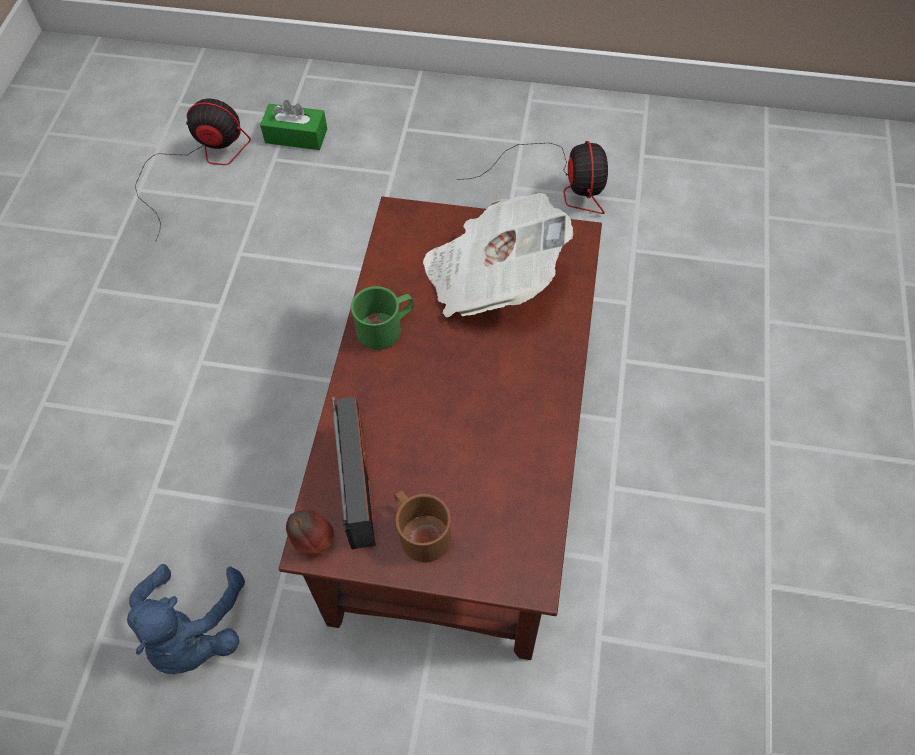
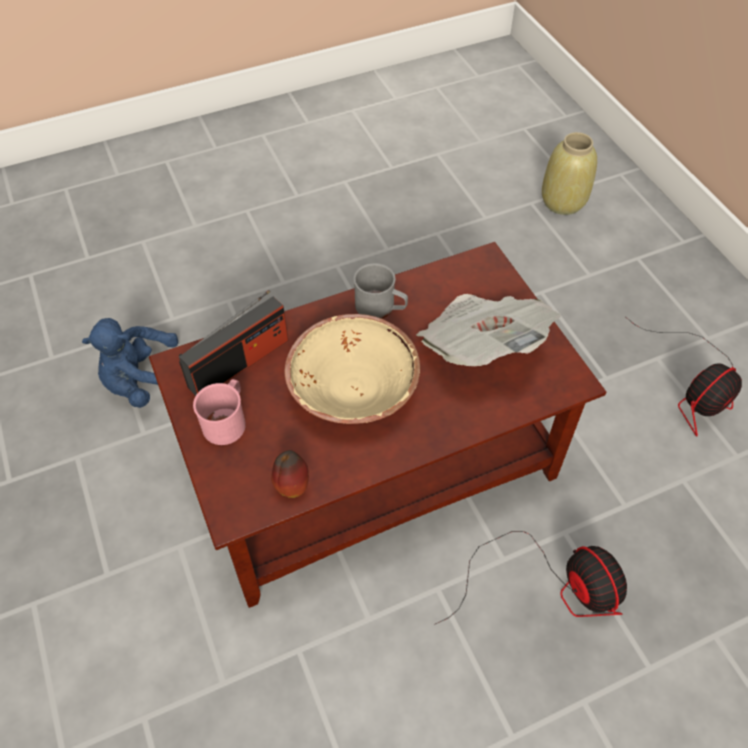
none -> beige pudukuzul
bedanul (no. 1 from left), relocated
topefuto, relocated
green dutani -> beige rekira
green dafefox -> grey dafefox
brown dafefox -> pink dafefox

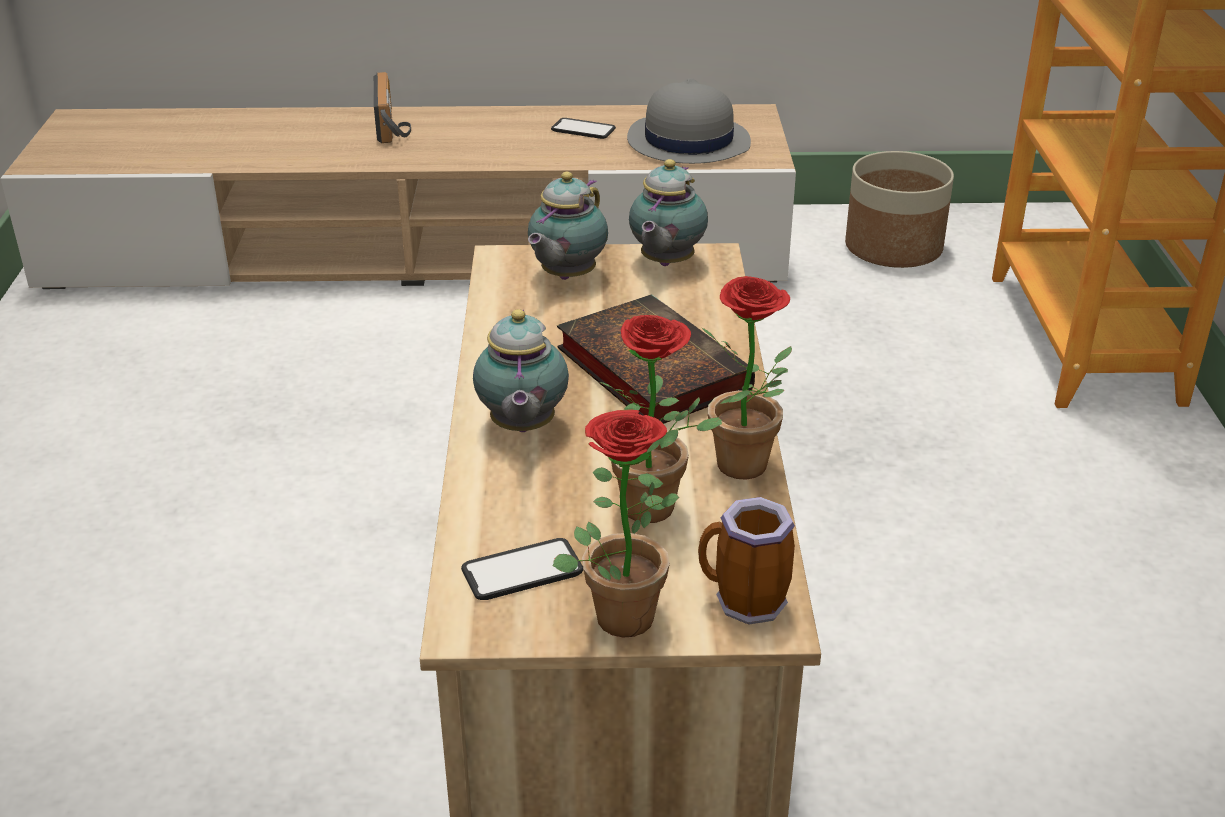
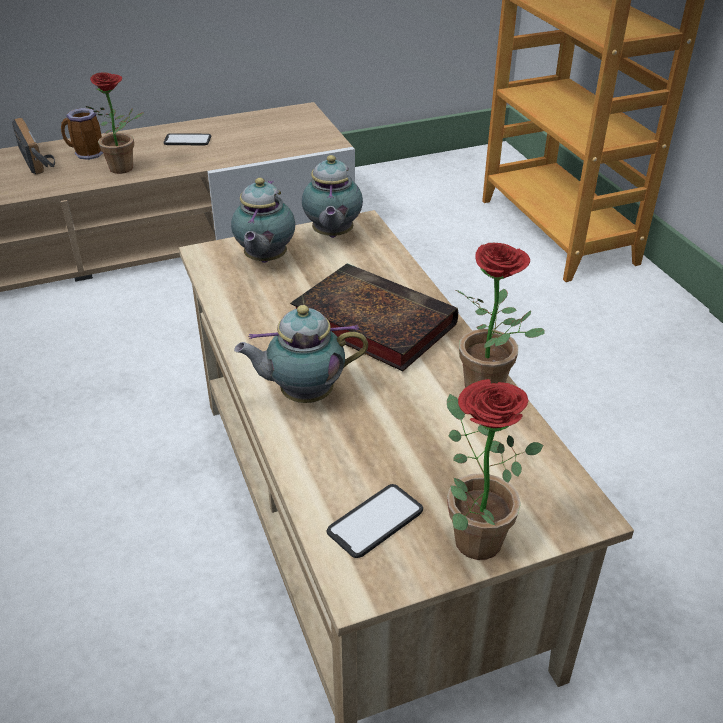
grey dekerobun -> none
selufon -> none
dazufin (no. 2 from left in the first image) -> dazufin (no. 1 from left), relocated
dafefox, relocated
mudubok (no. 1 from left in the first image) -> mudubok (no. 2 from left), 105 degrees clockwise

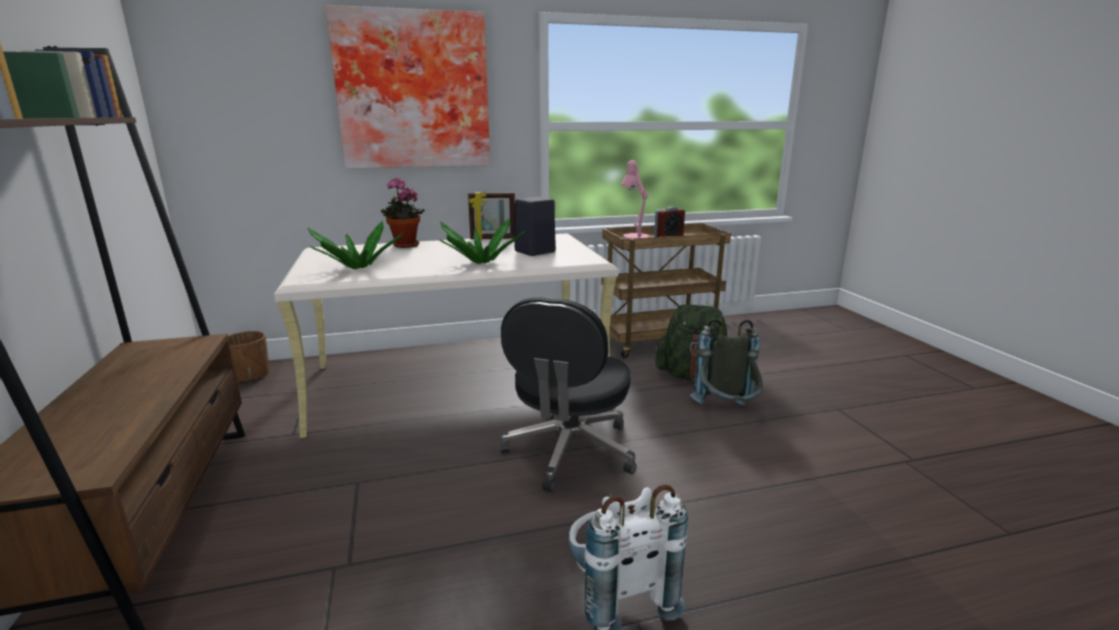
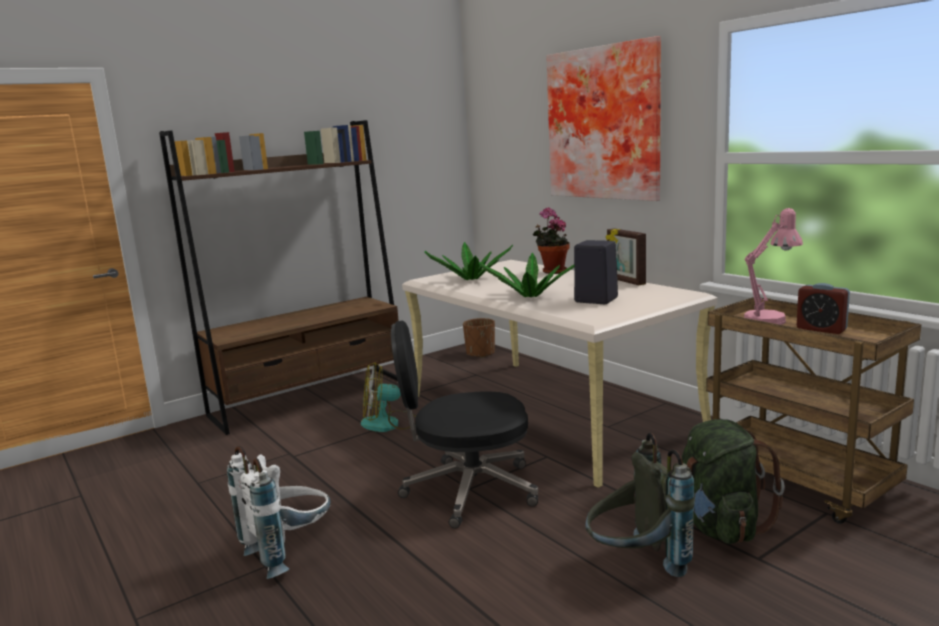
none -> bedanul

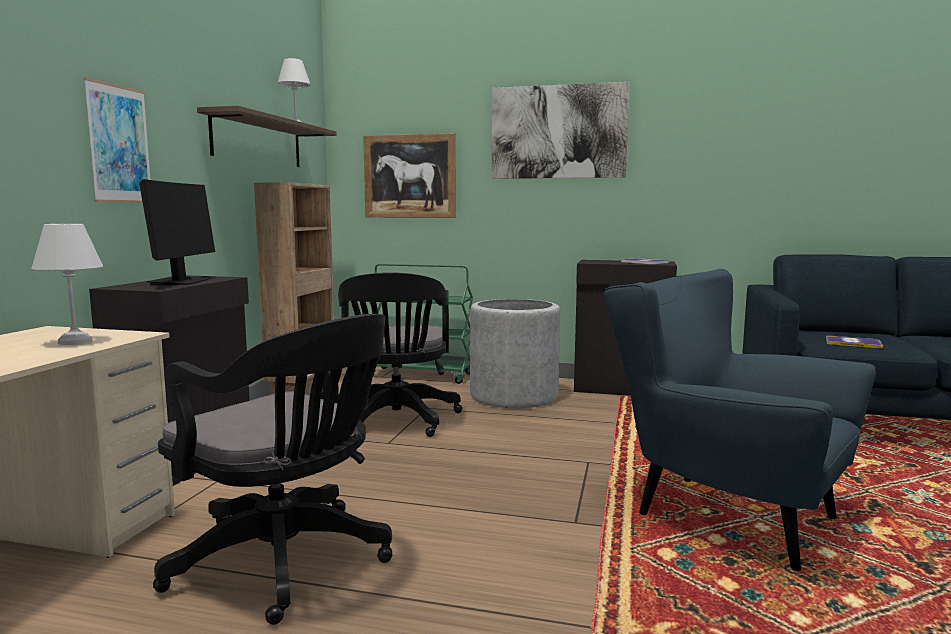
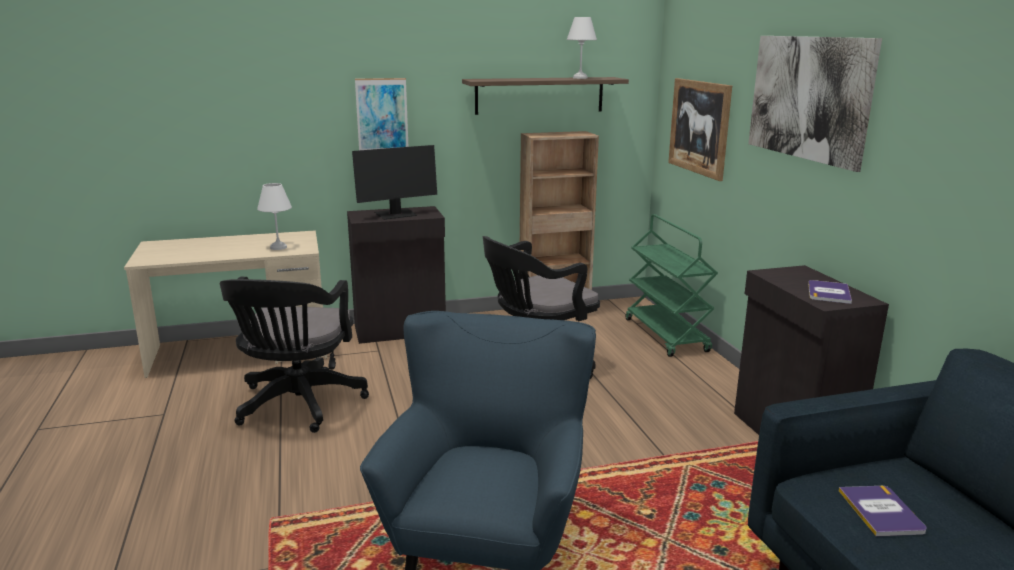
grey selufon -> none

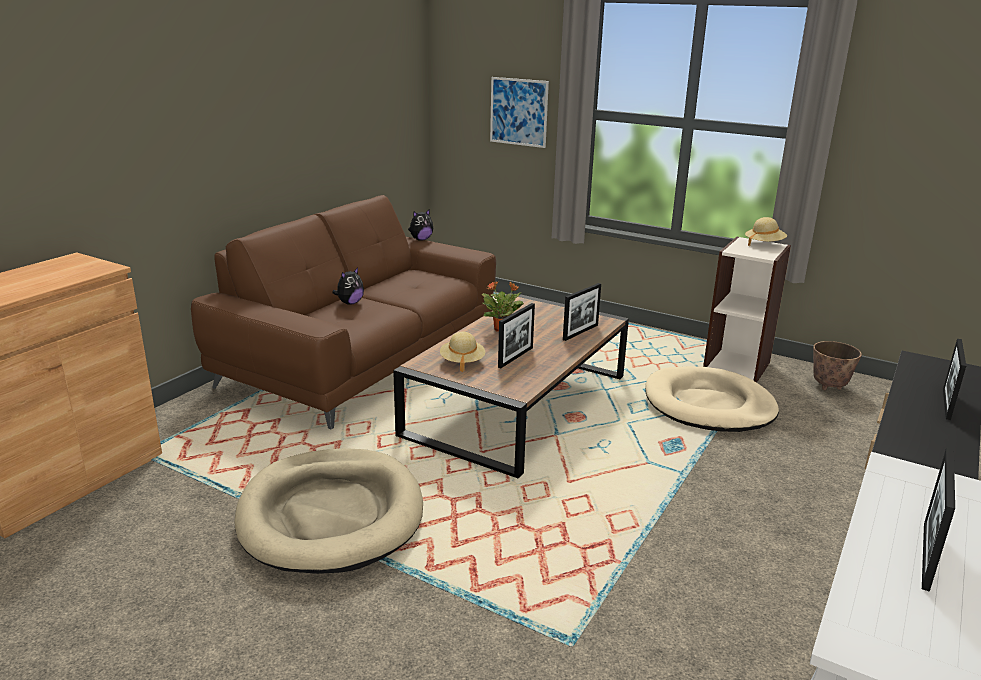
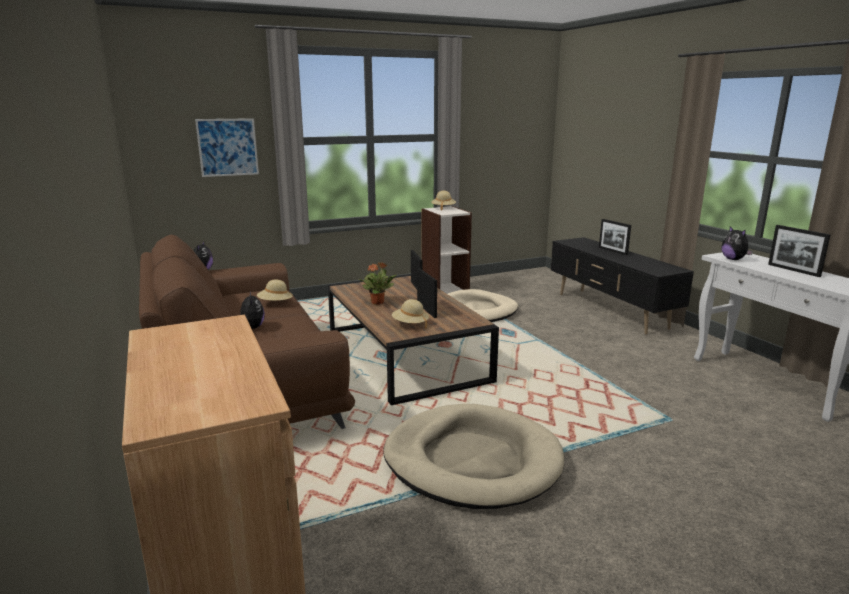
selufon -> none
none -> beige dekerobun (no. 1 from left)
none -> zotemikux (no. 3 from left)

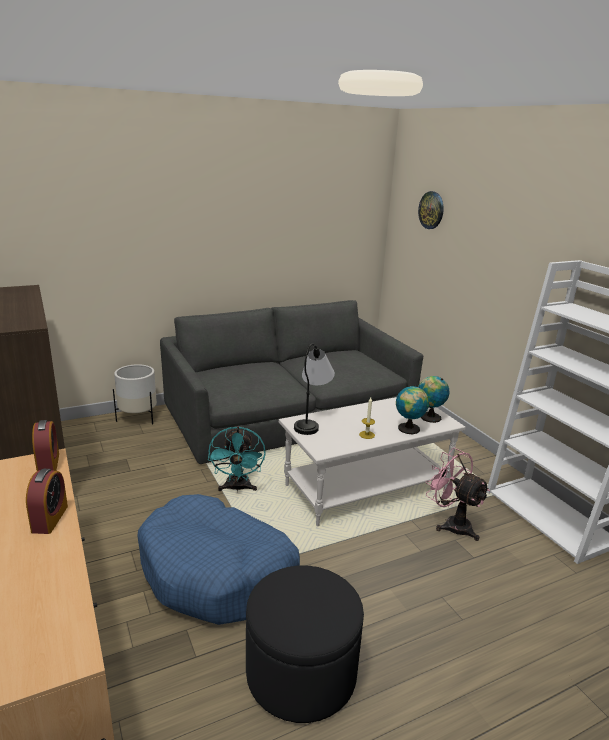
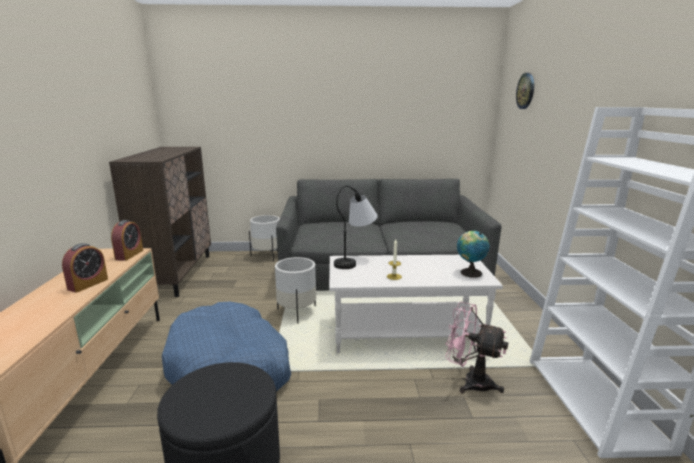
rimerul (no. 1 from left) -> none
turquoise bedanul -> white selufon (no. 2 from left)
pink bedanul, 45 degrees counterclockwise

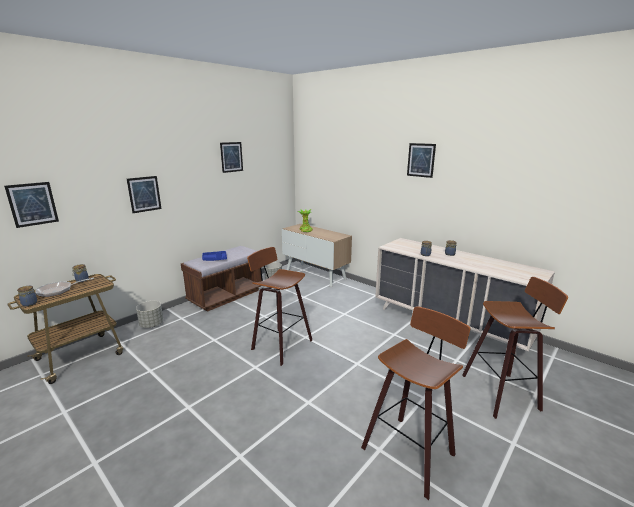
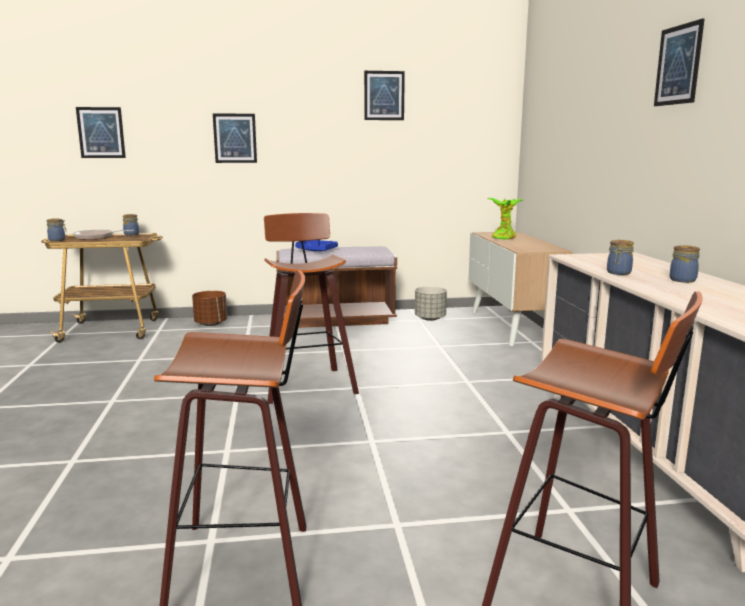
grey selufon (no. 1 from left) -> brown selufon

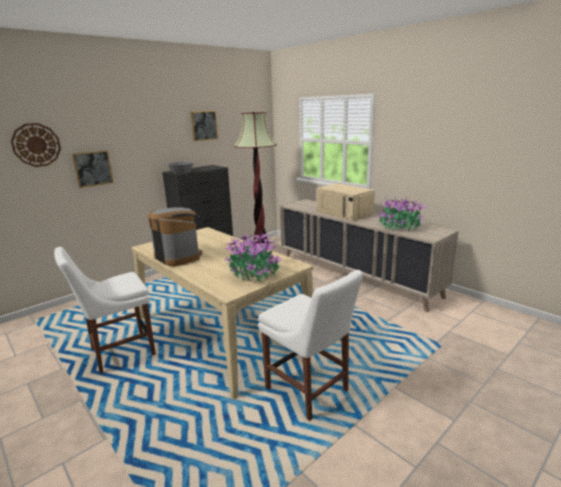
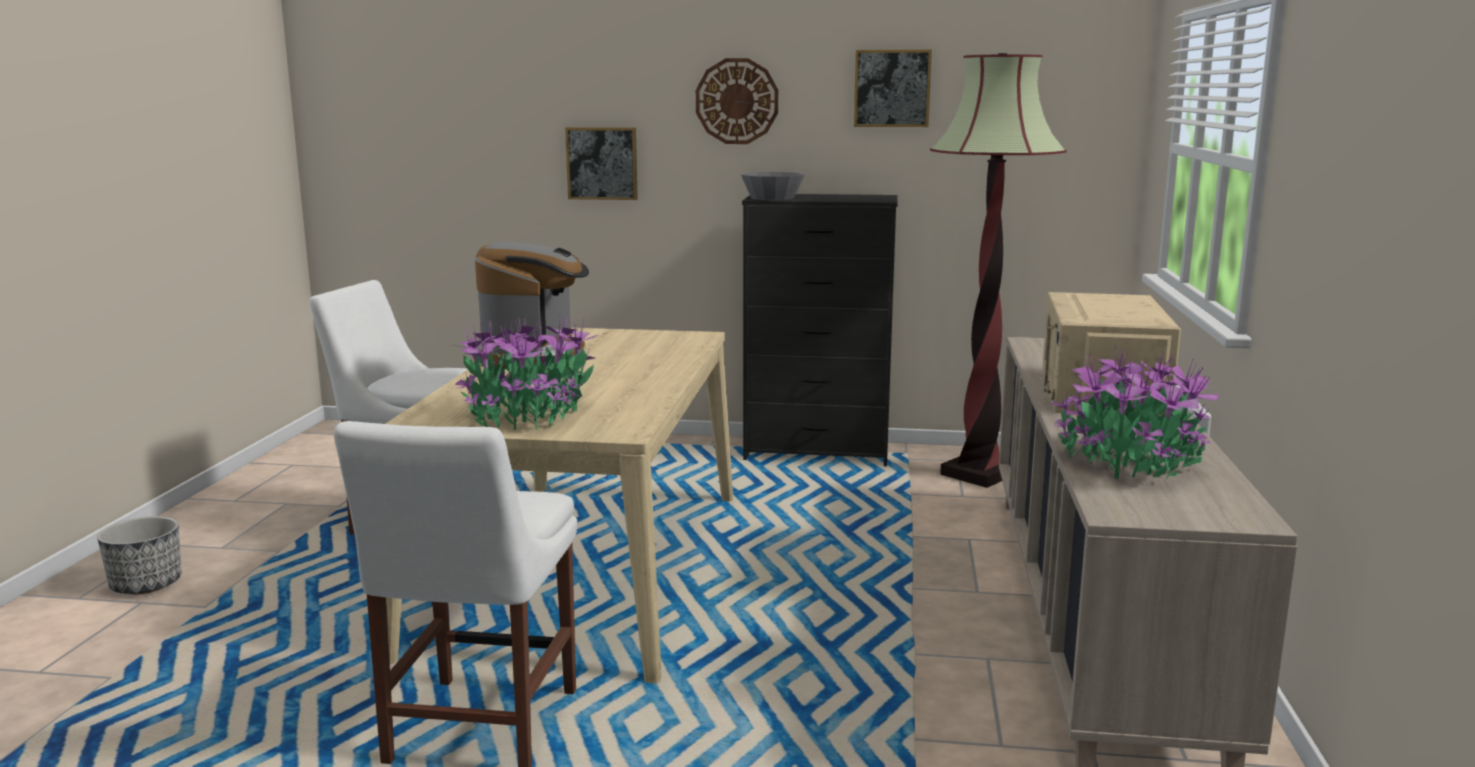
none -> selufon
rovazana, relocated

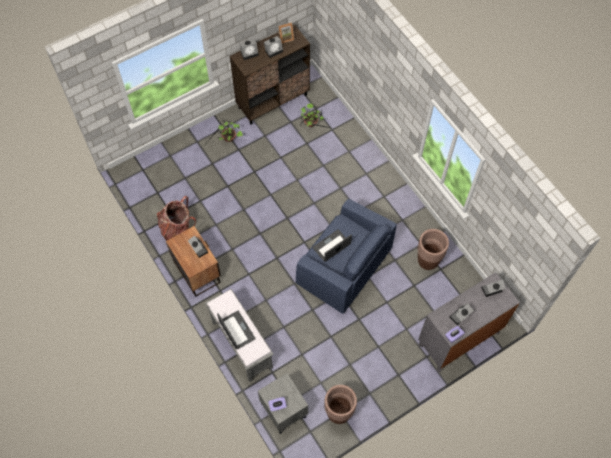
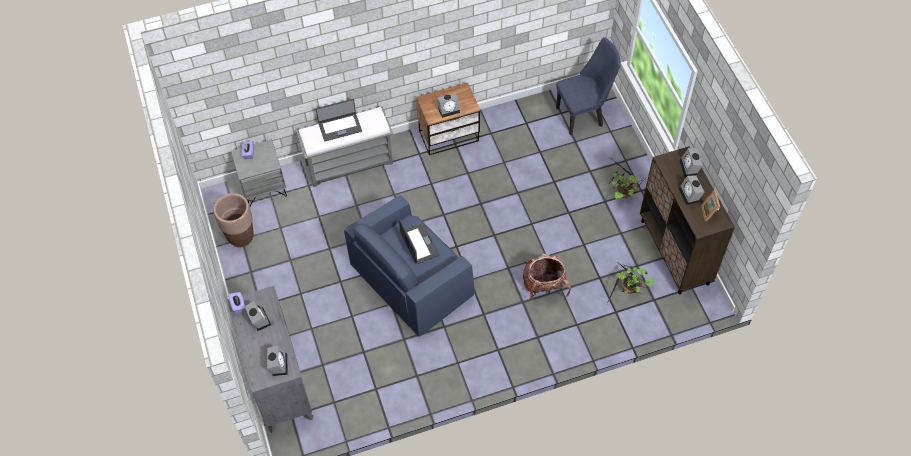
brown selufon (no. 2 from left) -> none
none -> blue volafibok
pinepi, relocated

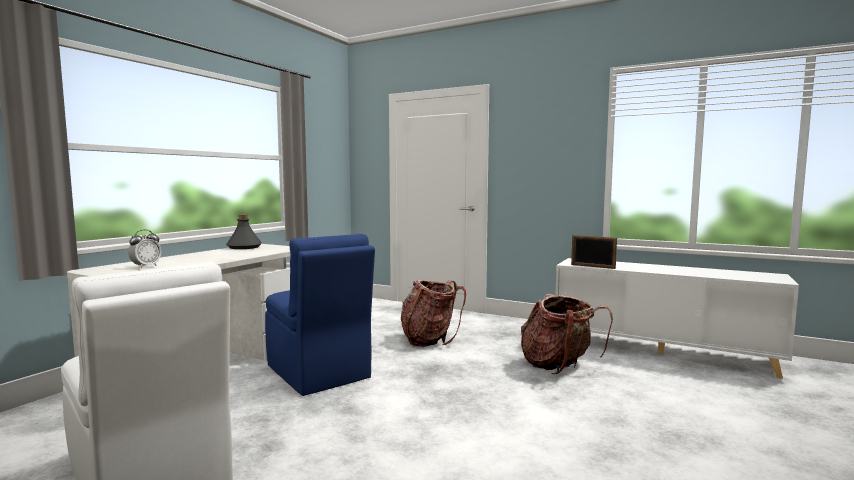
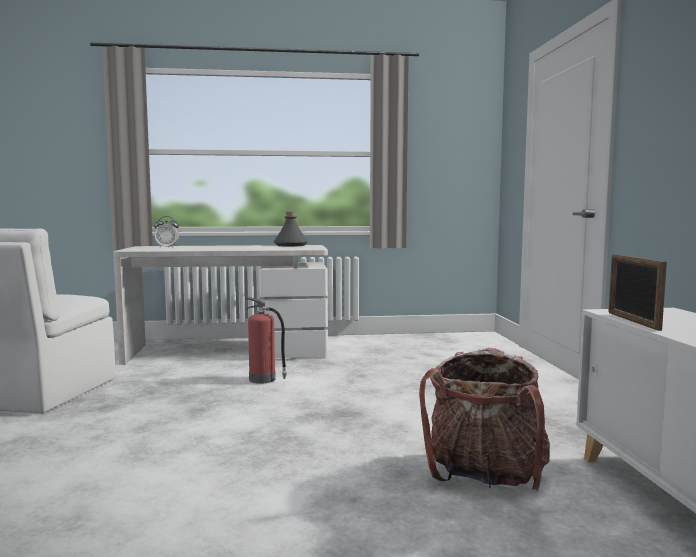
pinepi (no. 1 from left) -> none
blue volafibok -> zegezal

